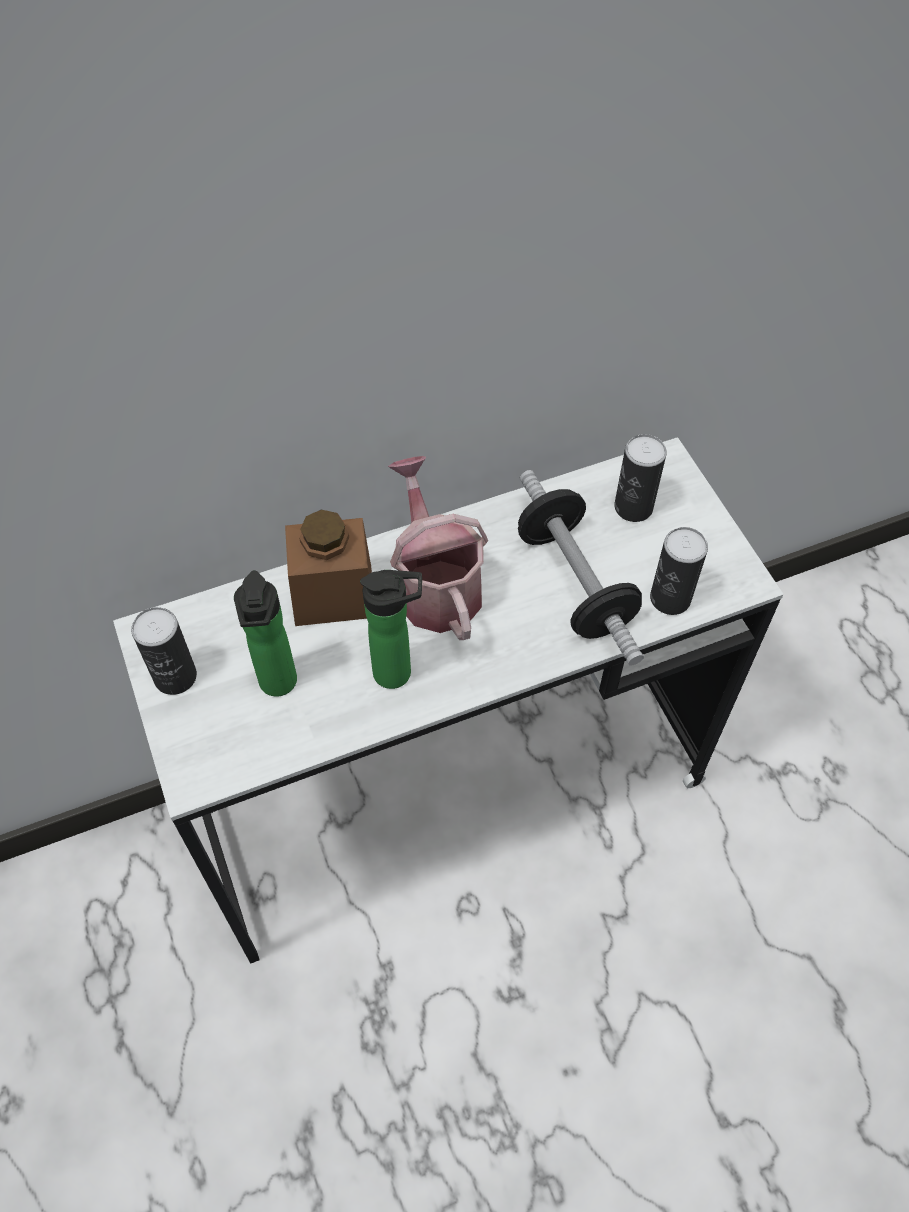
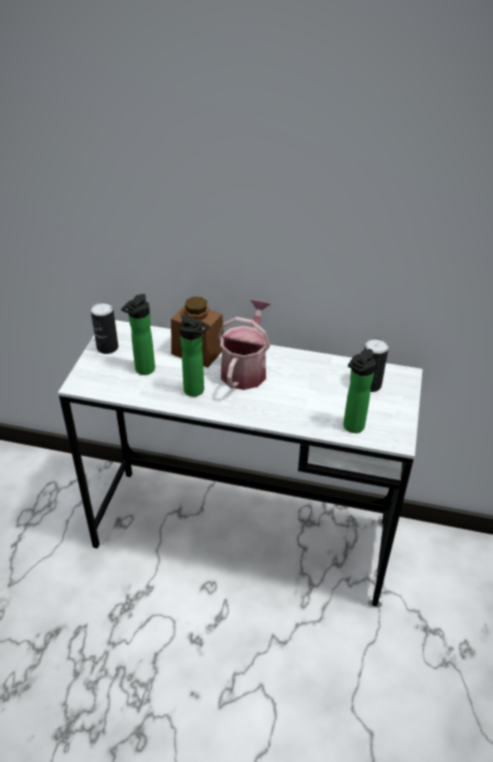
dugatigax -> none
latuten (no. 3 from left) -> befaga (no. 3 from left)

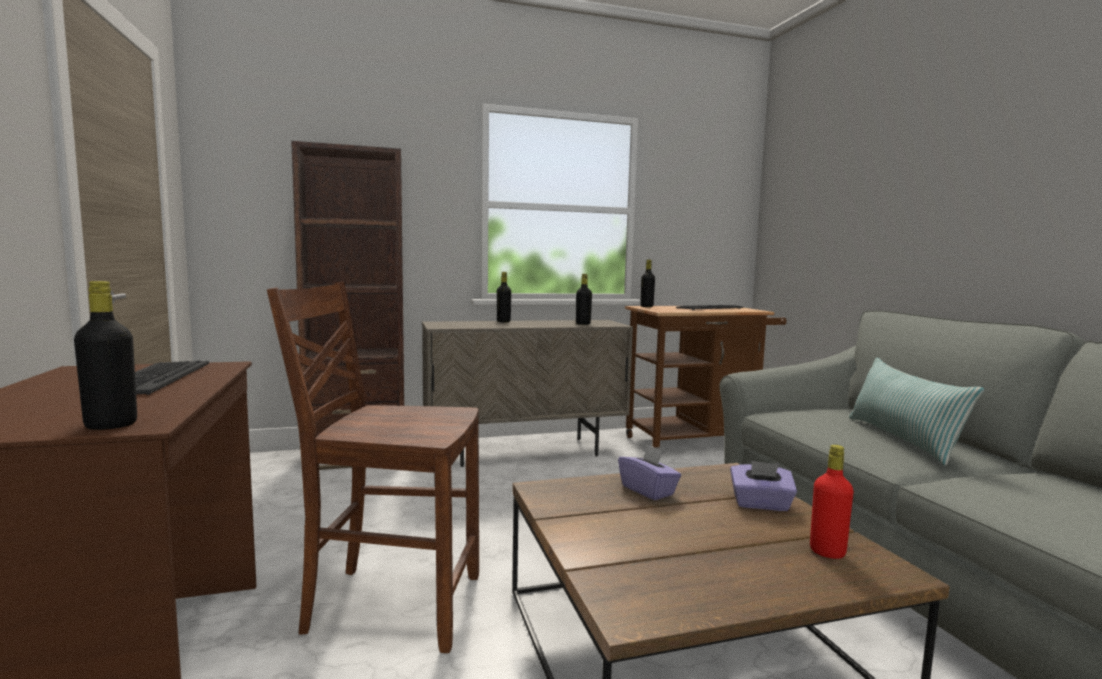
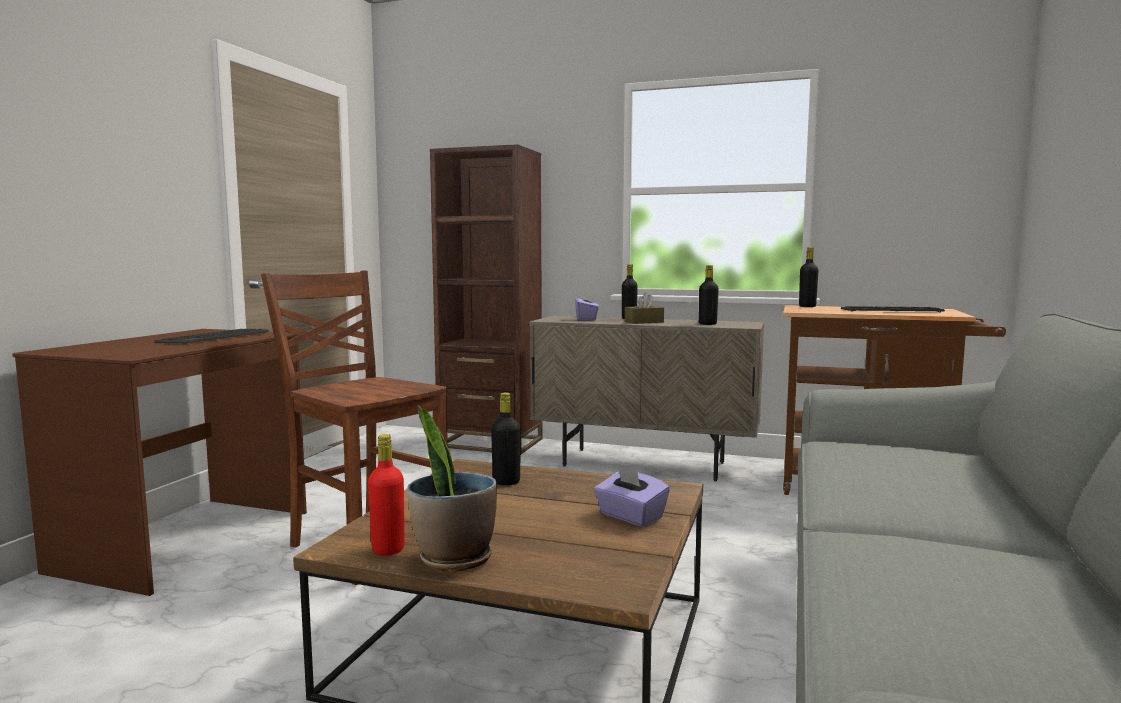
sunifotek -> none
none -> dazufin
none -> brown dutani
black befaga (no. 1 from left), relocated
purple dutani (no. 1 from left), relocated
red befaga, relocated

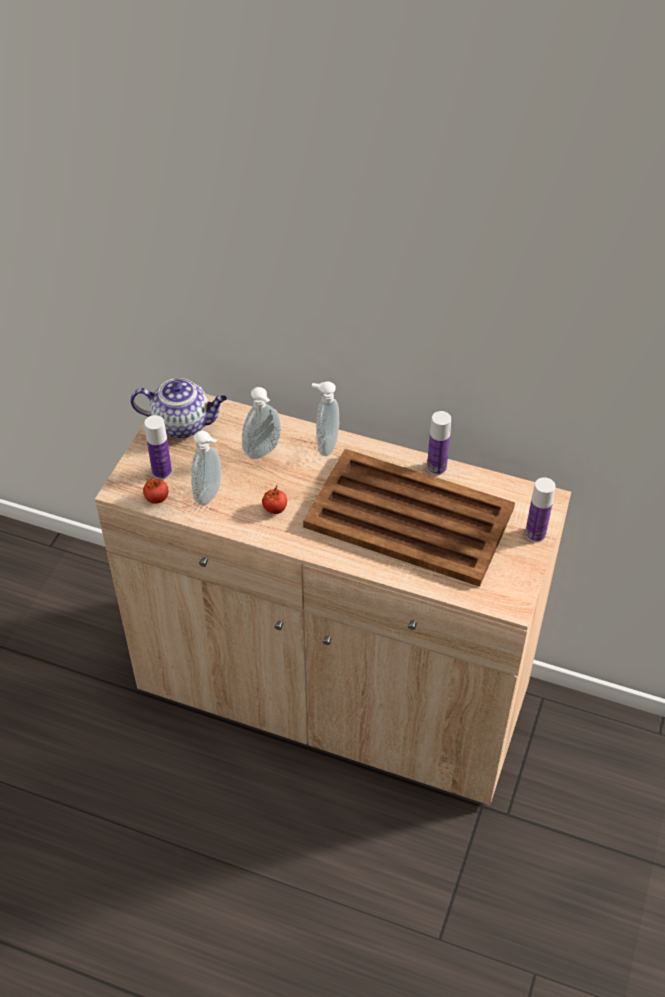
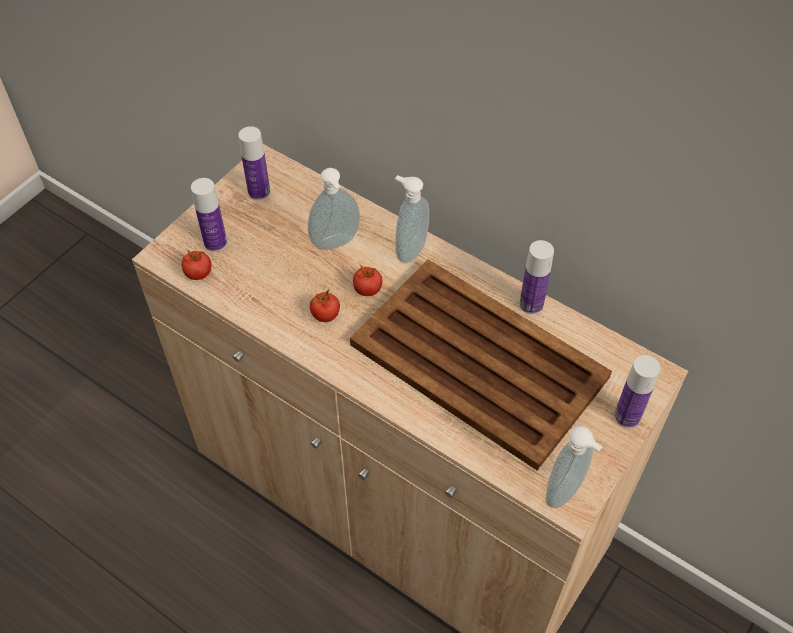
none -> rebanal (no. 3 from left)
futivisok (no. 1 from left in the first image) -> futivisok (no. 3 from left), relocated
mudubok -> befaga (no. 2 from left)

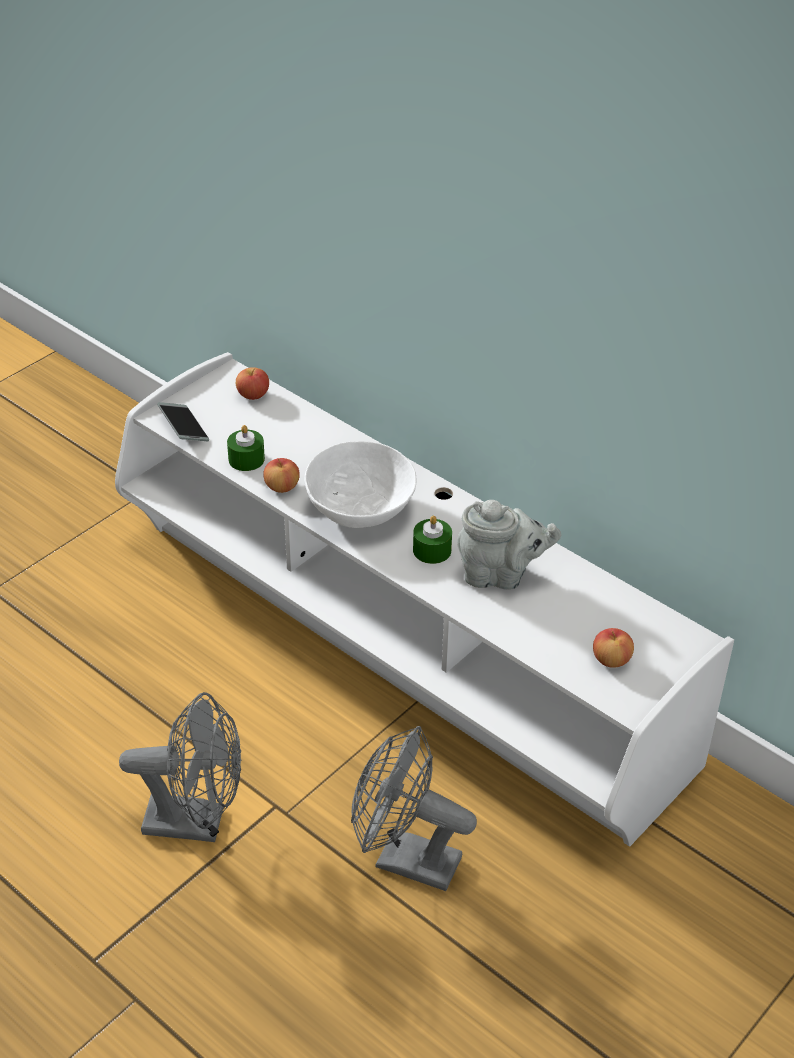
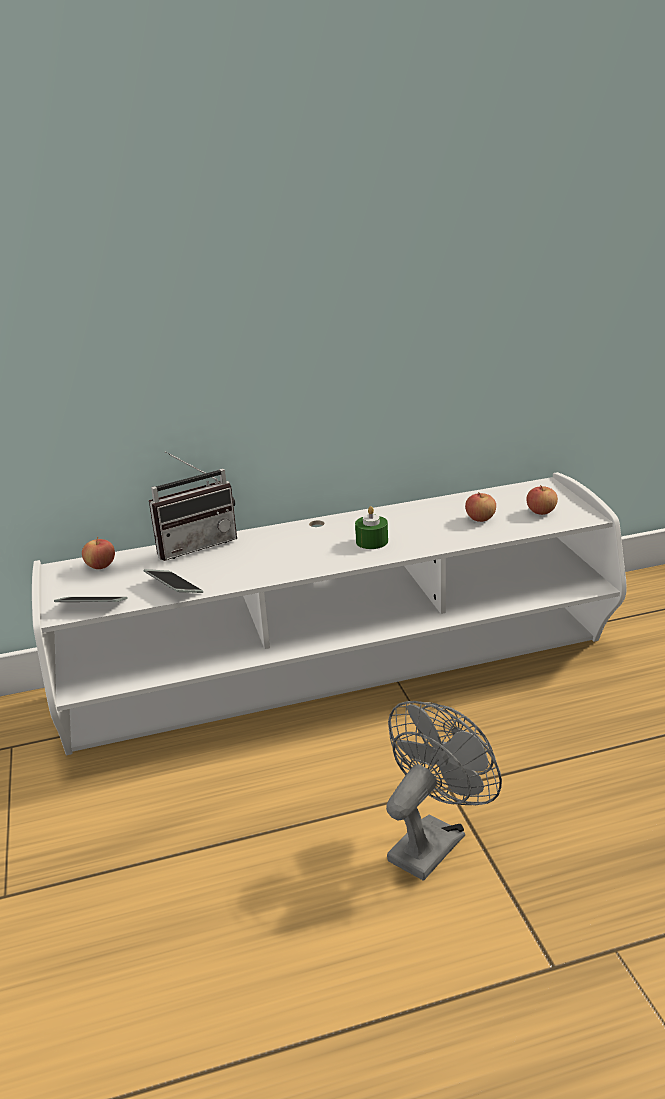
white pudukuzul -> none
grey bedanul (no. 2 from left) -> none
grey mudubok -> none
none -> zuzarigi
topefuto (no. 2 from left), relocated
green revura (no. 1 from left) -> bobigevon (no. 2 from left)

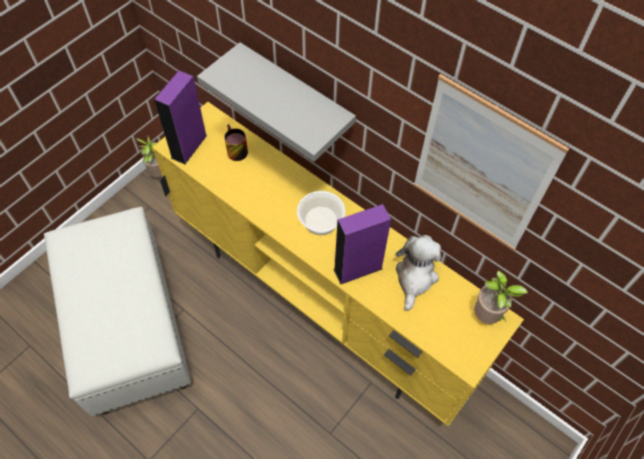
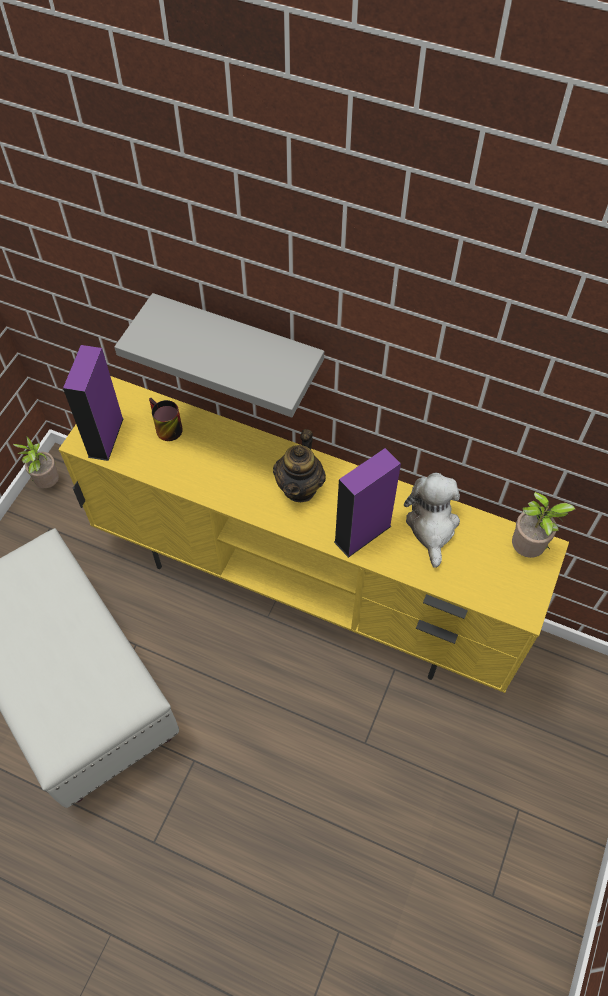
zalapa -> none
pudukuzul -> mudubok

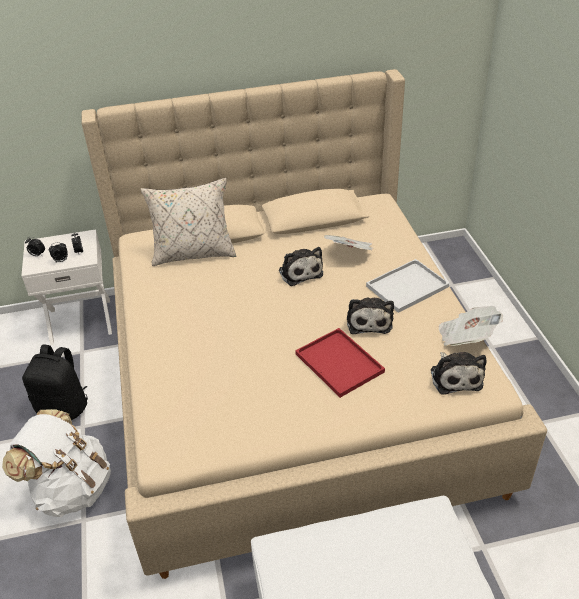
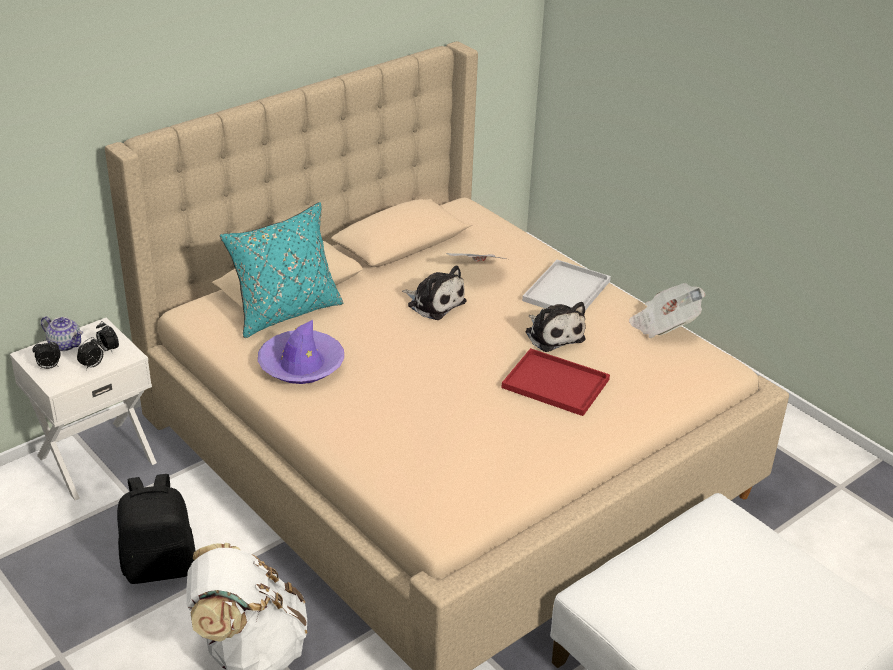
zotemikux (no. 3 from left) -> none
none -> mudubok
none -> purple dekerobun
beige sunifotek -> turquoise sunifotek

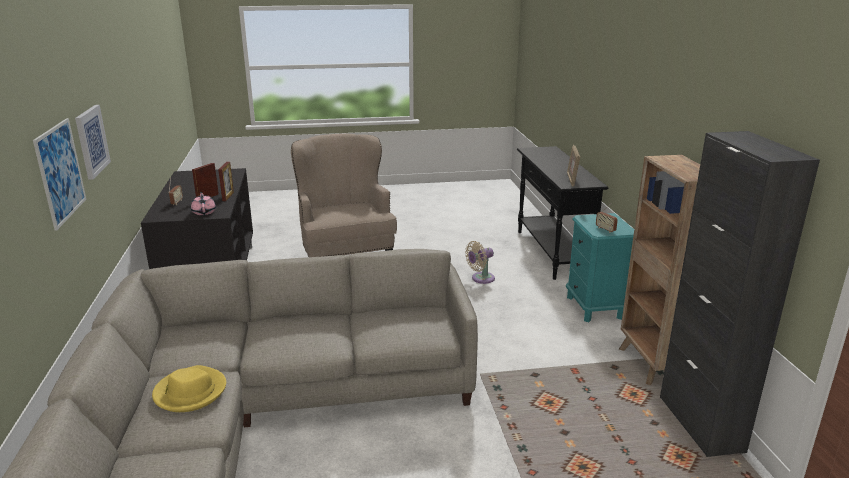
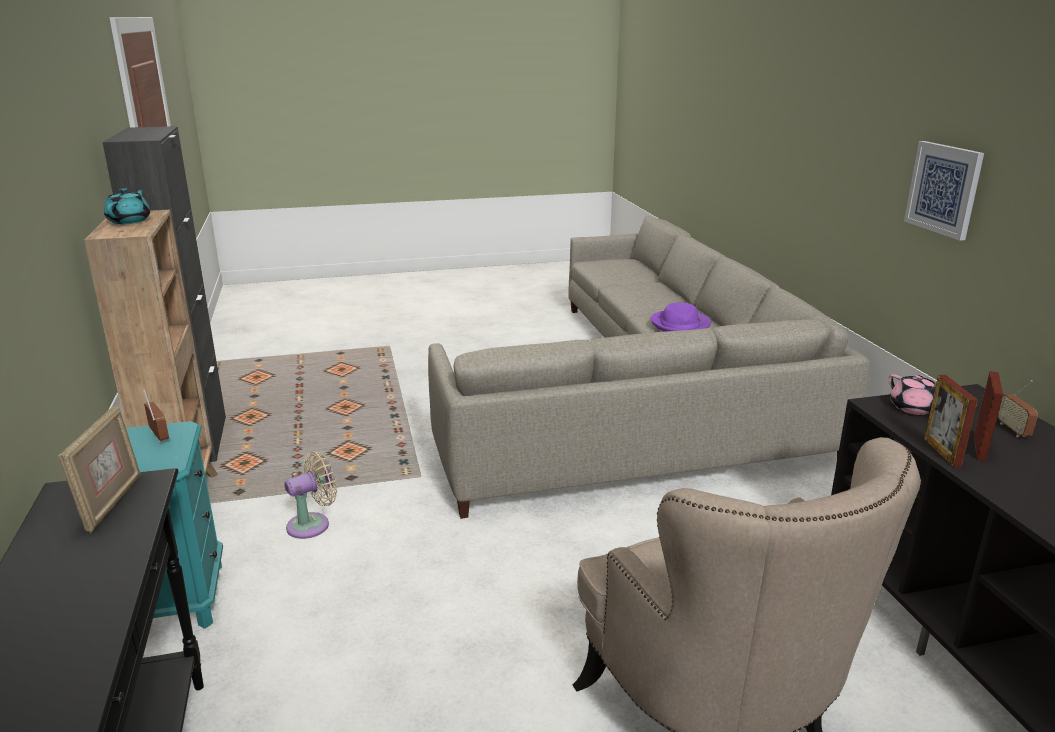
zalapa (no. 1 from left) -> none
none -> turquoise mudubok
beige bedanul, relocated
yellow dekerobun -> purple dekerobun

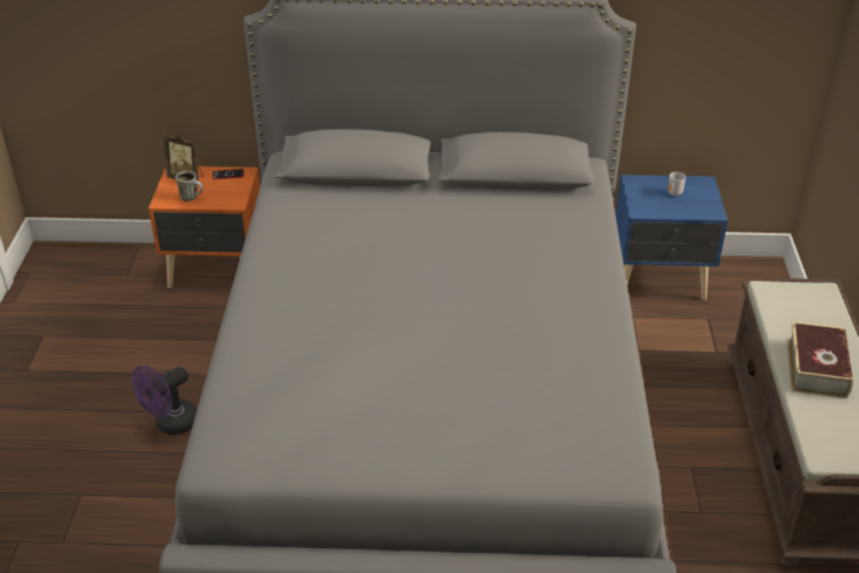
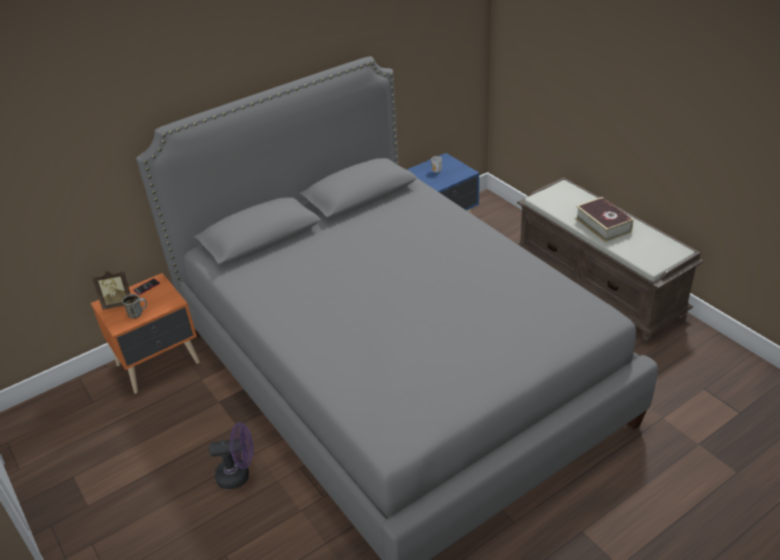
purple bedanul, 105 degrees counterclockwise

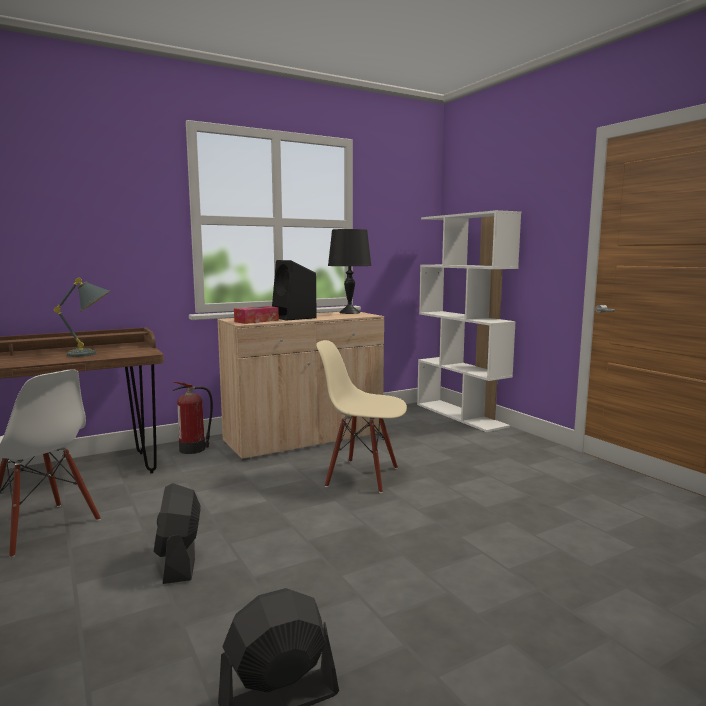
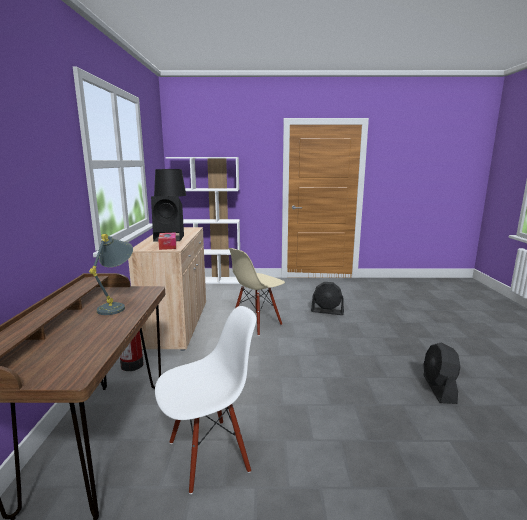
black bedanul (no. 1 from left), relocated

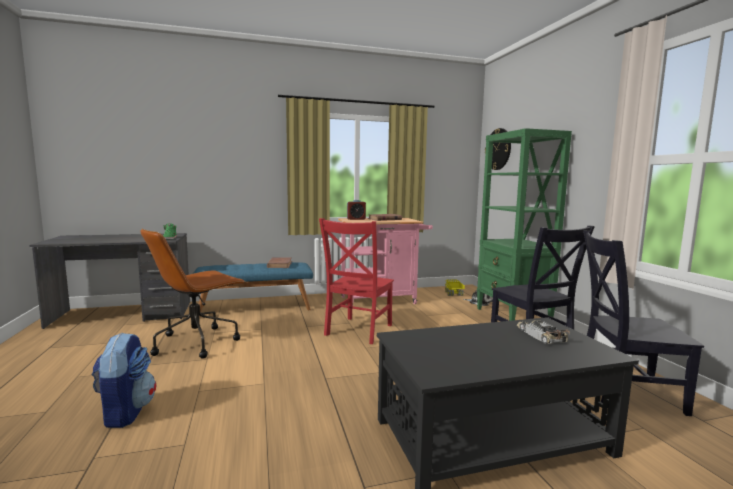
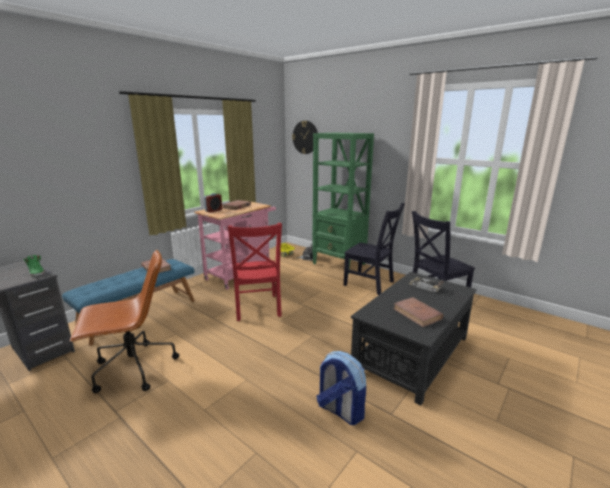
none -> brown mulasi (no. 3 from left)
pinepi, relocated
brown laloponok, 120 degrees counterclockwise

